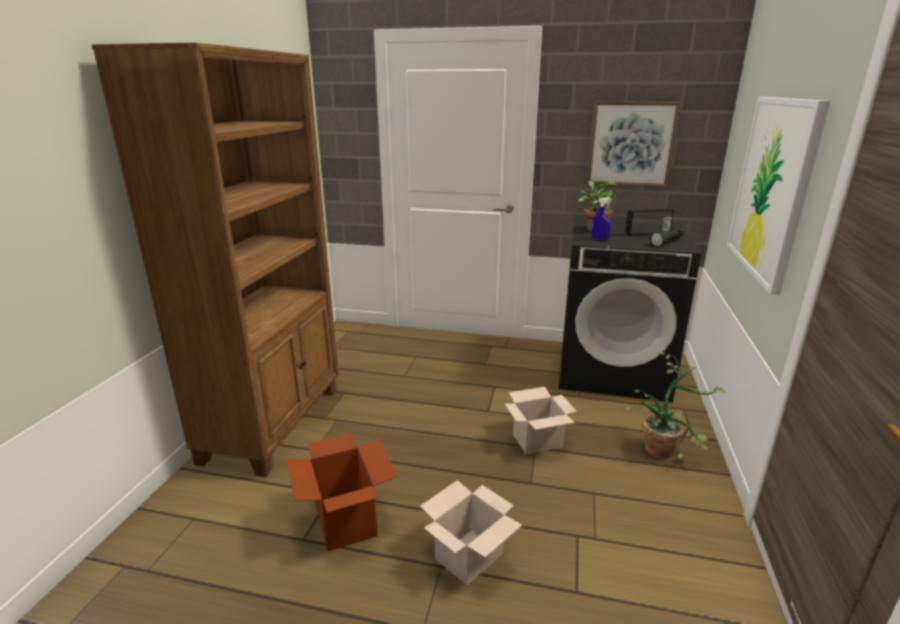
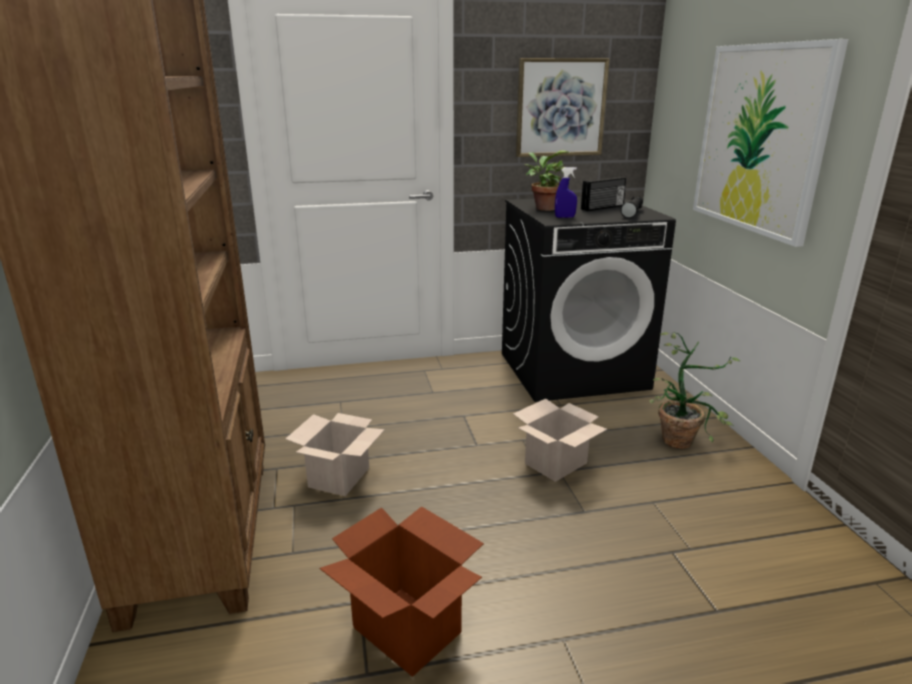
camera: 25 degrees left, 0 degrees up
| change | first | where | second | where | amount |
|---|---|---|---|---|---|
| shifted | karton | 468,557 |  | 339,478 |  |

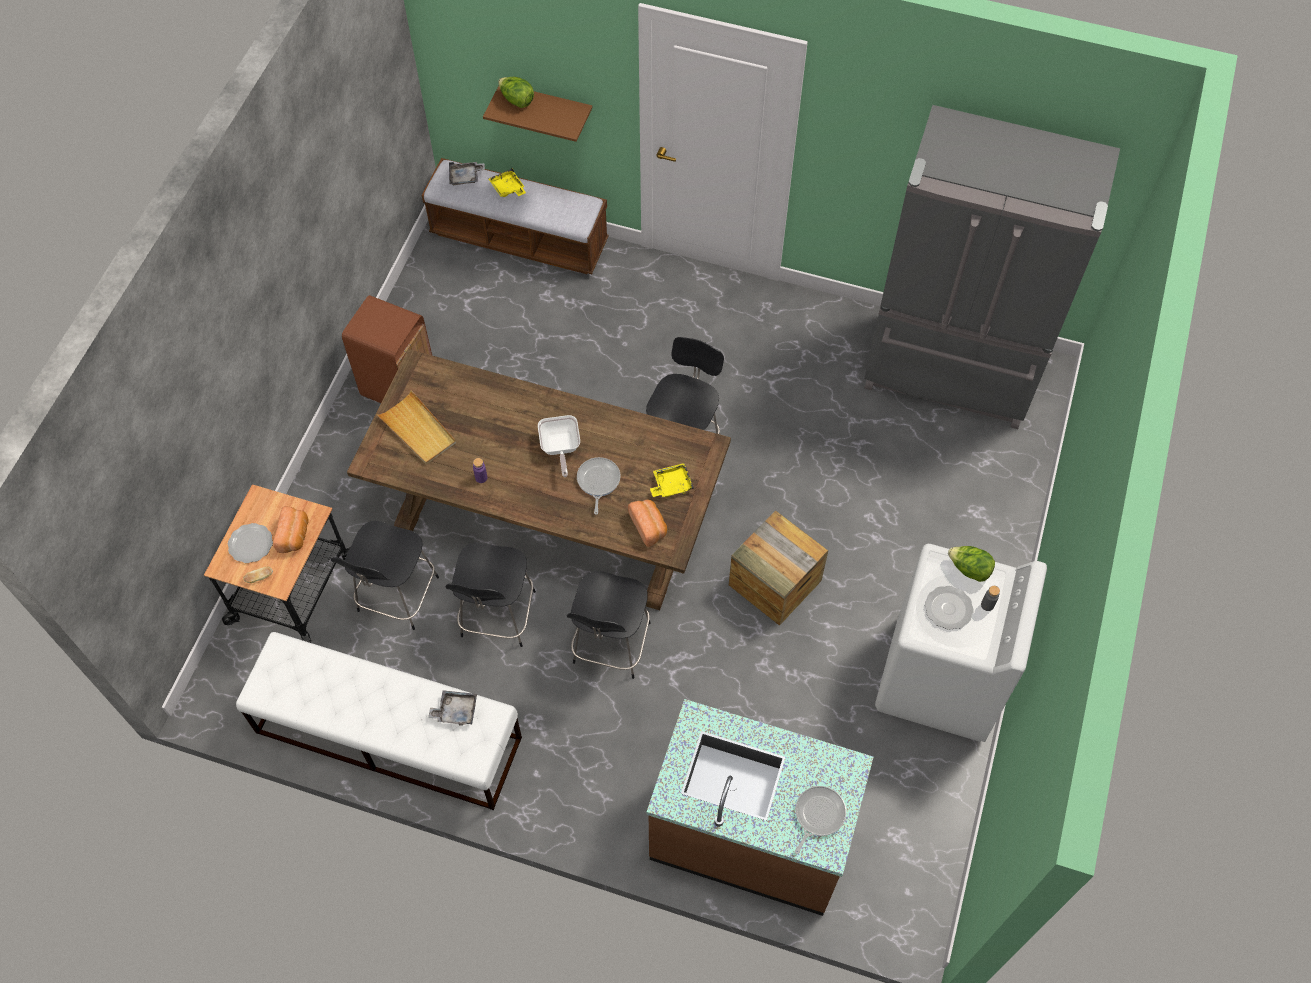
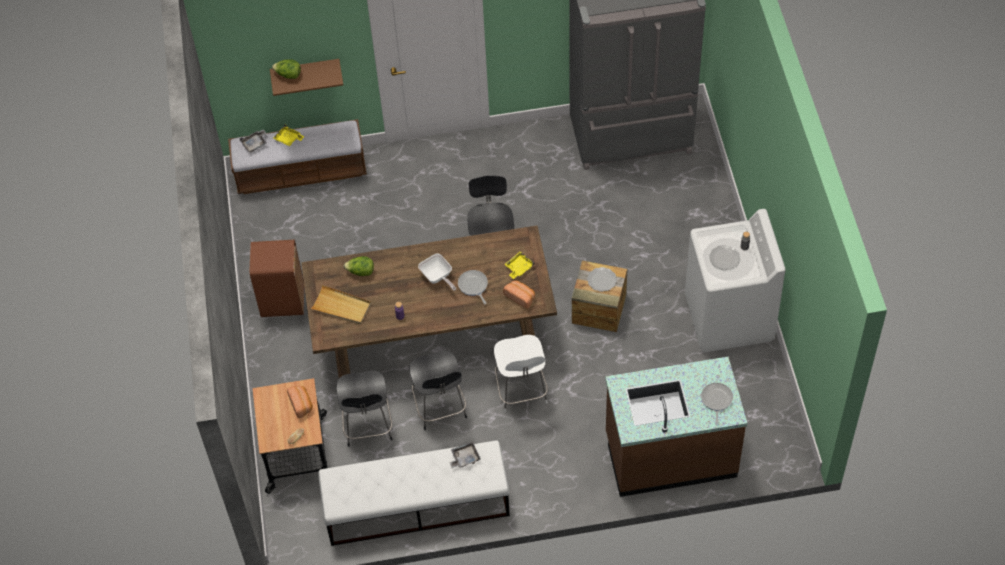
camera: 25 degrees left, 5 degrees down
| change | first | where | second | where | amount |
|---|---|---|---|---|---|
| shifted | talerz | 250,543 |  | 601,280 |  |
| repainted | krzesło [czarny] | 610,645 | krzesło [biały] | 521,391 |  |
| shifted | sałata | 969,569 |  | 360,272 |  |

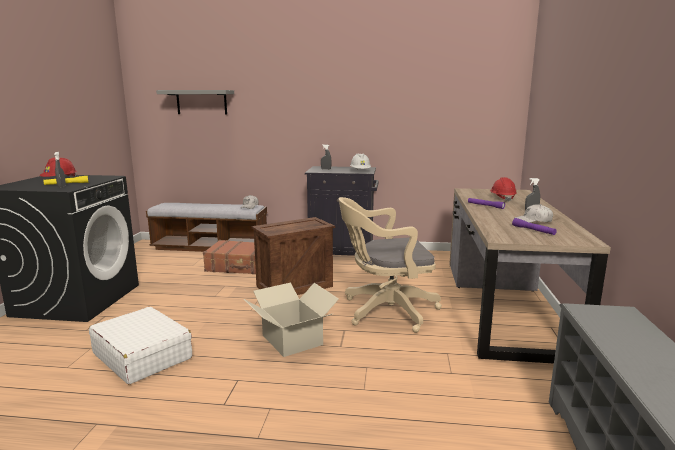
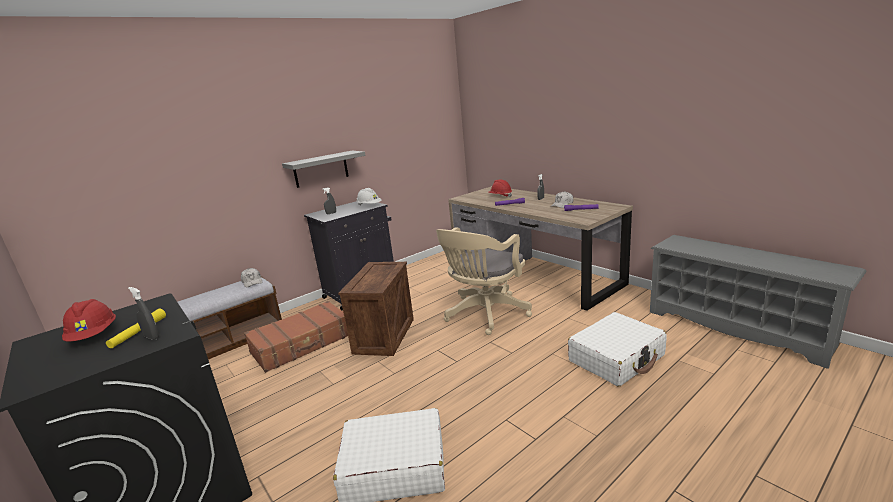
camera: 45 degrees left, 5 degrees up
| change | first | where | second | where | amount |
|---|---|---|---|---|---|
| shifted | półka [szary] | 201,102 |  | 321,169 |  |
| gone | karton | 292,339 |  |  |  |
| new |  |  | walizka [biały] | 616,358 |  |

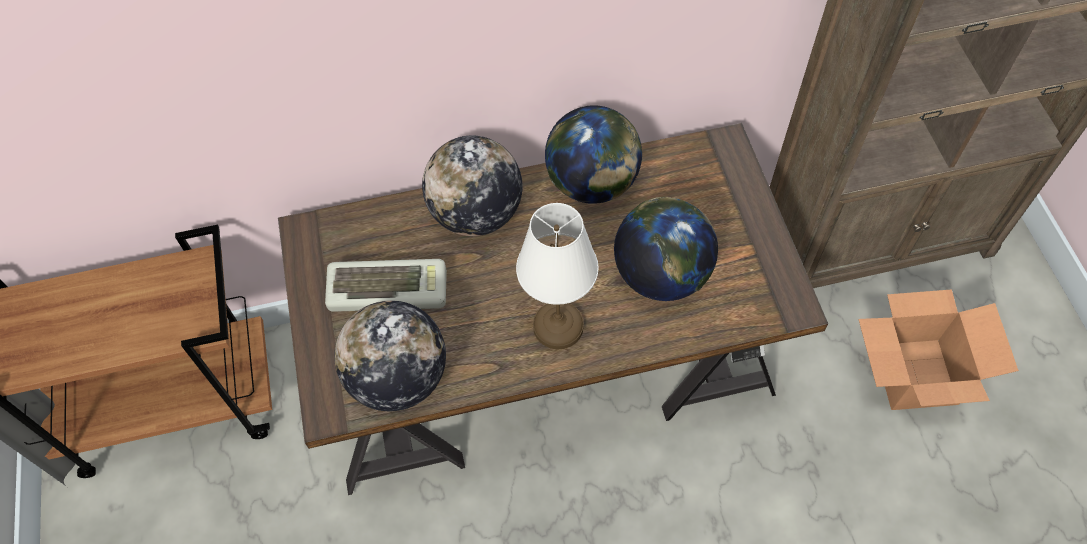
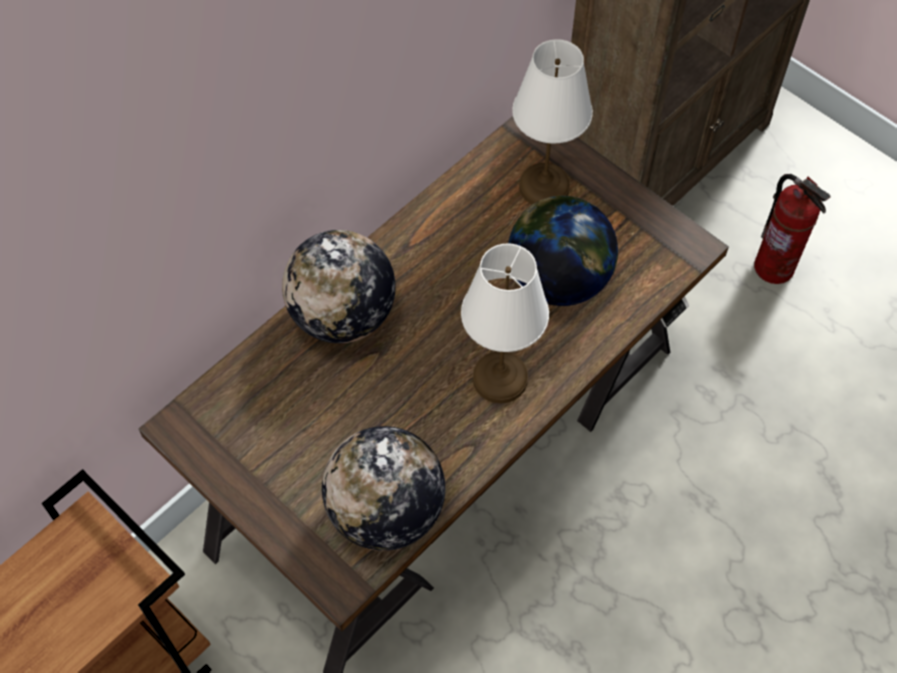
camera: 35 degrees left, 0 degrees up
| change | first | where | second | where | amount |
|---|---|---|---|---|---|
| gone | klawiatura | 389,288 |  |  |  |
| gone | globus | 592,183 |  |  |  |
| swapped | karton | 916,376 | gaśnica | 775,267 |  |
| new |  |  | lampa stołowa [biały] | 545,187 |  |

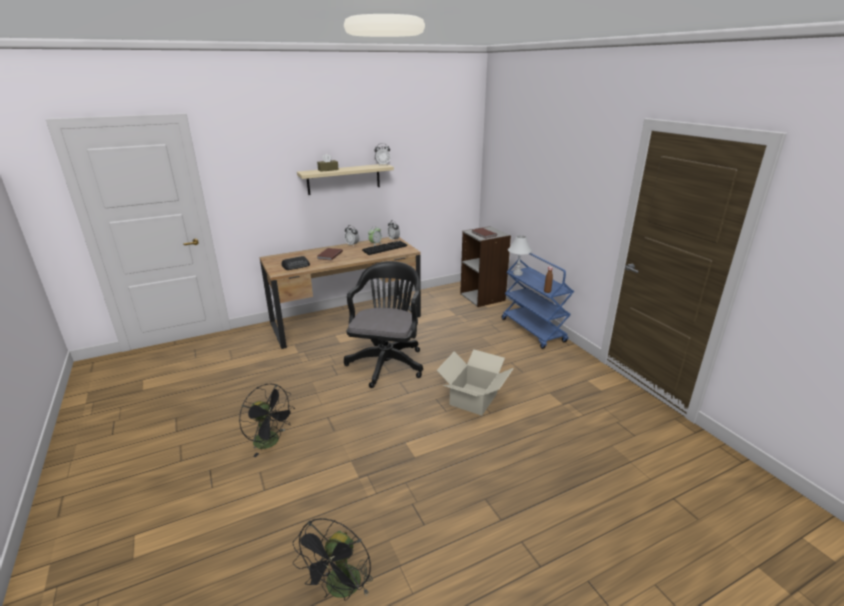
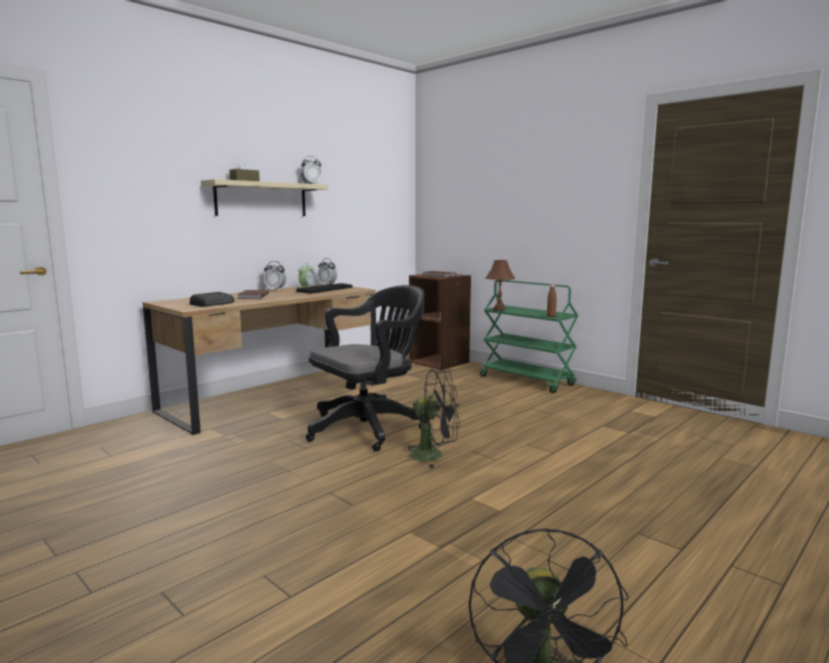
camera: 20 degrees left, 15 degrees down
| change | first | where | second | where | amount |
|---|---|---|---|---|---|
| shifted | wentylator [czarny] | 271,442 |  | 434,455 |  |
| rotated | krzesło biurowe [czarny] | 387,362 |  | 370,427 | 60 degrees clockwise |
| gone | karton | 474,399 |  |  |  |
| repainted | regał [szary] | 483,297 | regał [brązowy] | 439,362 |  |
| repainted | wózek [niebieski] | 533,330 | wózek [zielony] | 527,381 |  |
| repainted | lampa stołowa [biały] | 517,273 | lampa stołowa [brązowy] | 499,309 |  |

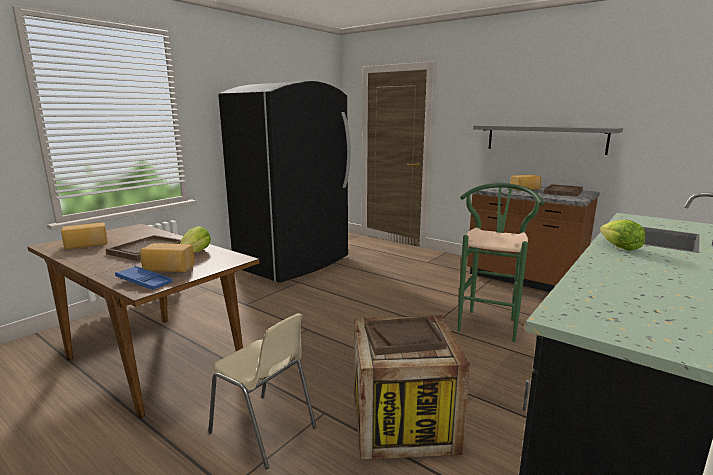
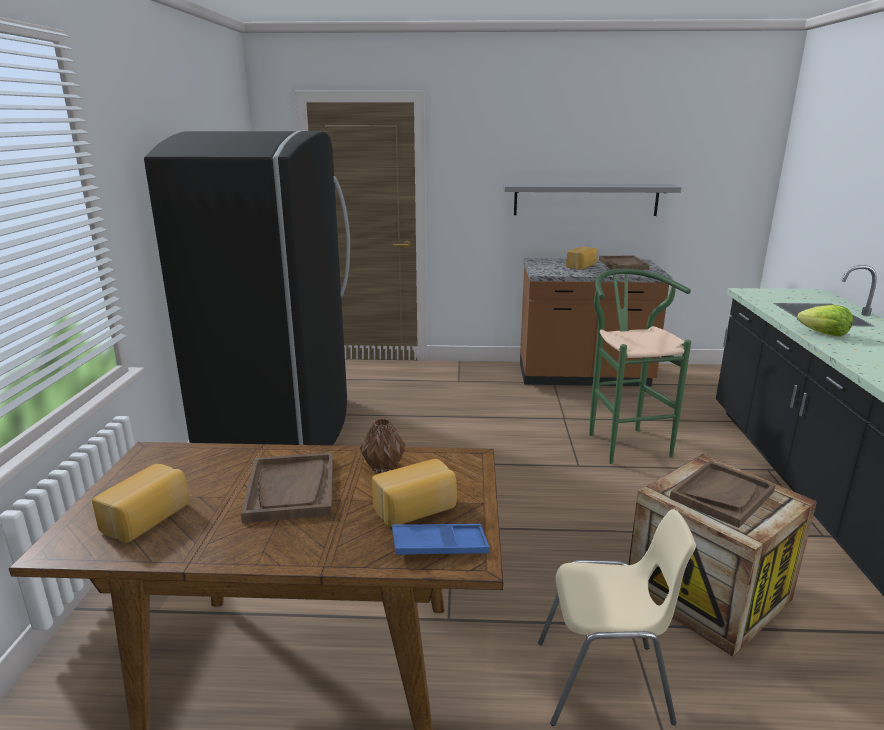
camera: 35 degrees left, 5 degrees up
| change | first | where | second | where | amount |
|---|---|---|---|---|---|
| swapped | sałata | 196,252 | wazon [brązowy] | 384,467 |  |

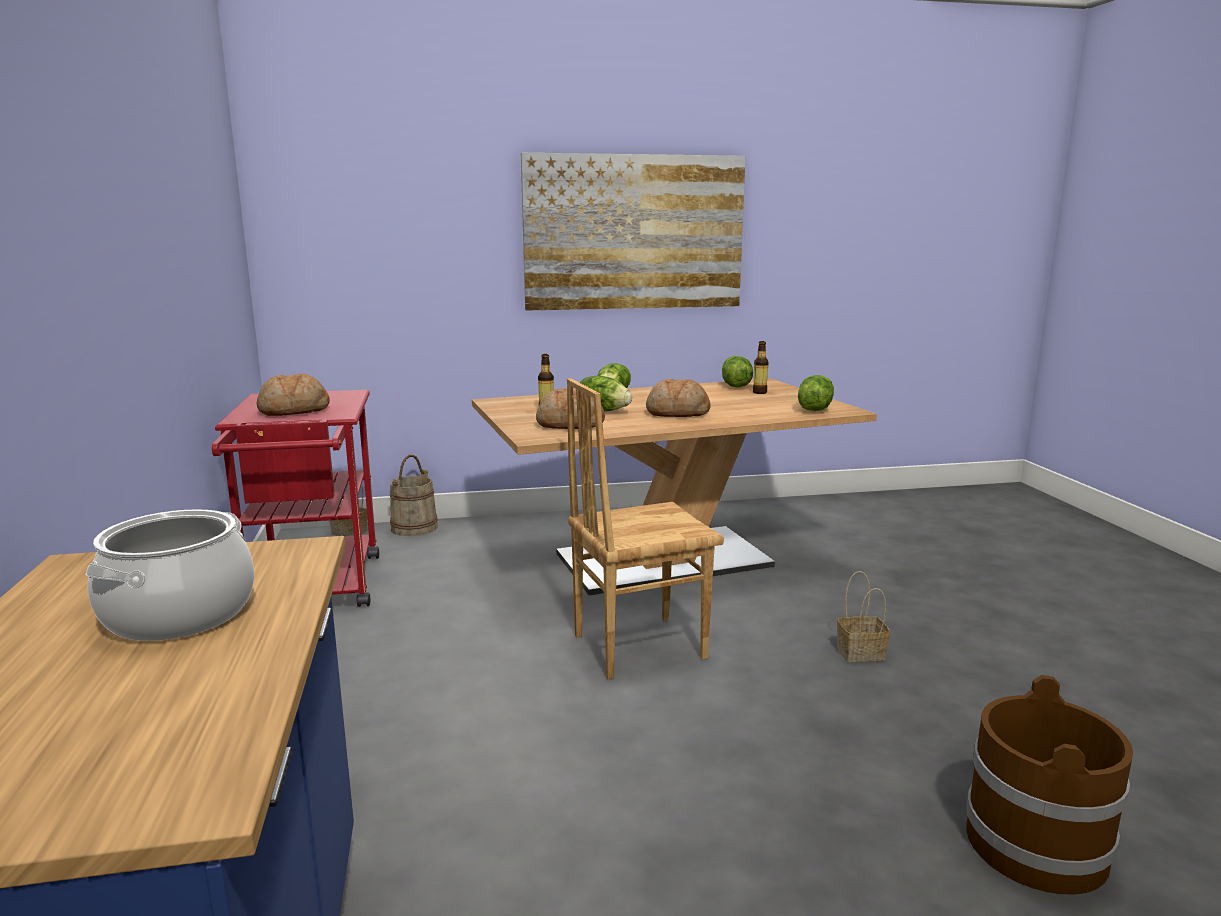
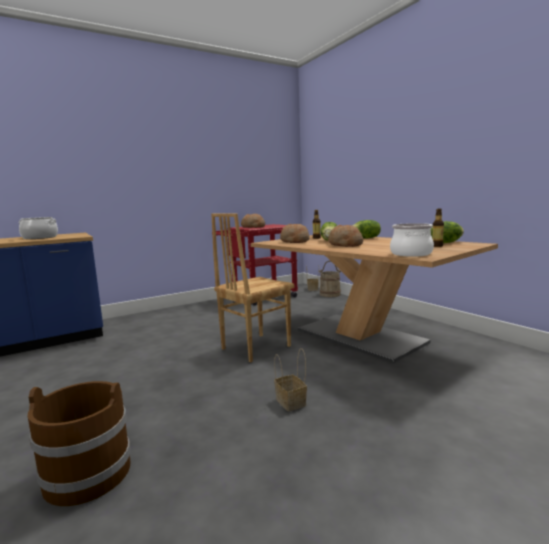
camera: 70 degrees right, 5 degrees down
| change | first | where | second | where | amount |
|---|---|---|---|---|---|
| gone | obraz | 634,233 |  |  |  |
| rotated | krzesło [brązowy] | 637,646 |  | 255,347 | 90 degrees counterclockwise |
| swapped | sałata | 814,409 | garnek | 410,254 |  |

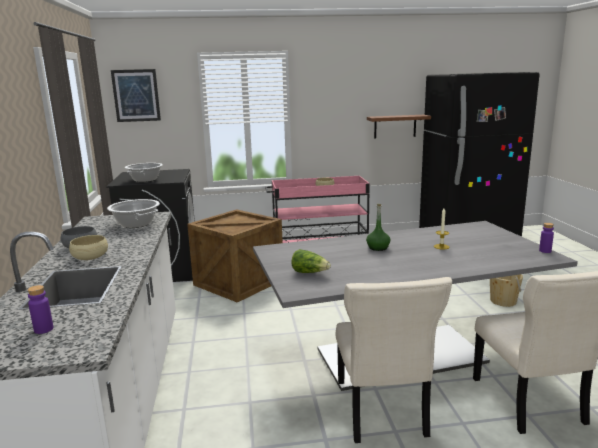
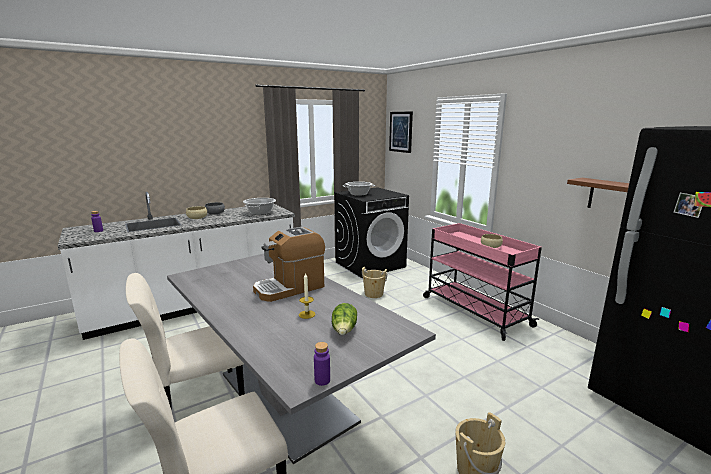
camera: 65 degrees right, 0 degrees up
| change | first | where | second | where | amount |
|---|---|---|---|---|---|
| swapped | skrzynka | 240,282 | wiadro [beżowy] | 373,294 |  |
| shifted | sałata | 310,272 |  | 344,330 |  |
| swapped | butelka [zielony] | 378,248 | ekspres do kawy | 289,288 |  |

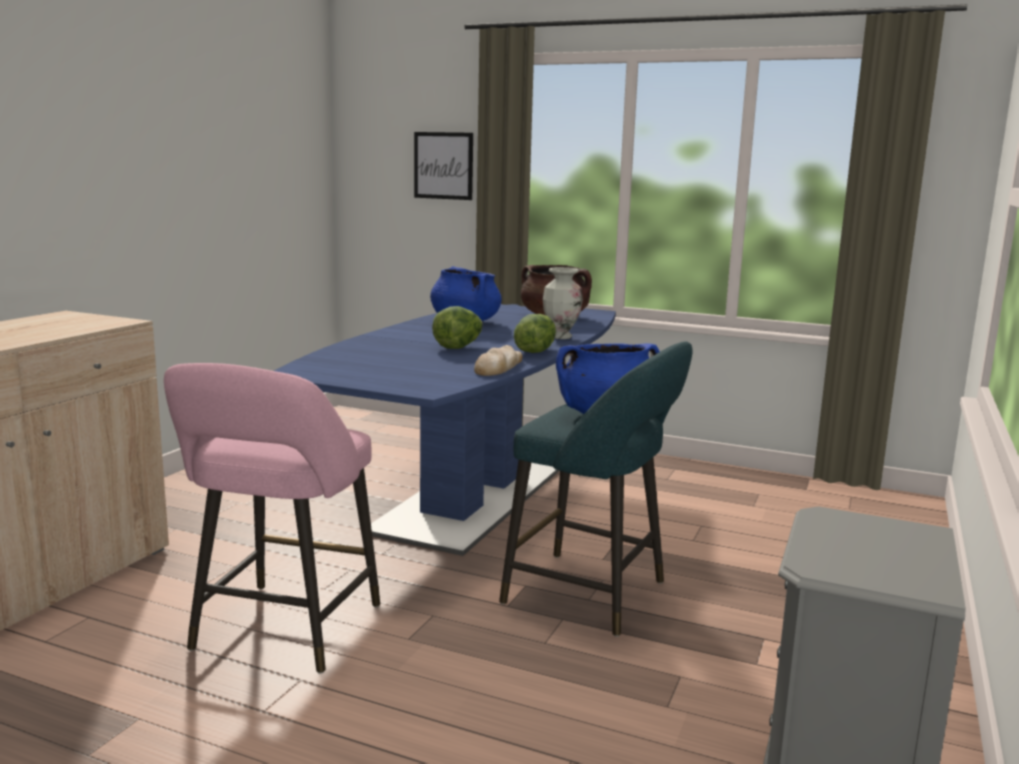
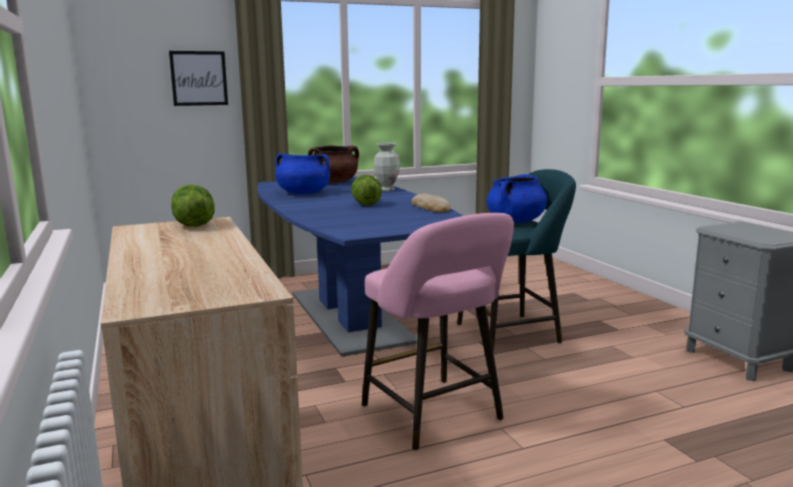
camera: 45 degrees left, 0 degrees up
| change | first | where | second | where | amount |
|---|---|---|---|---|---|
| shifted | sałata | 534,351 |  | 192,225 |  |

